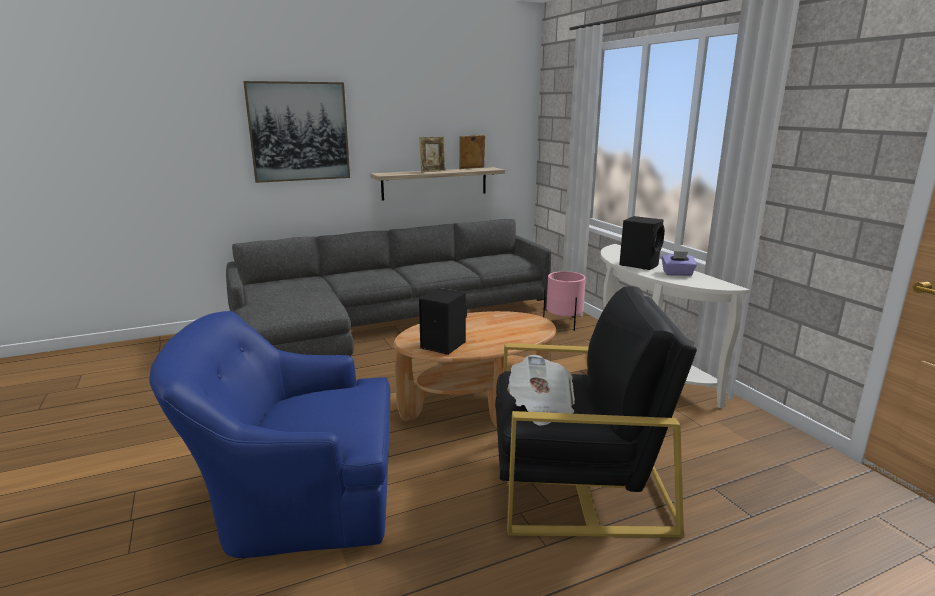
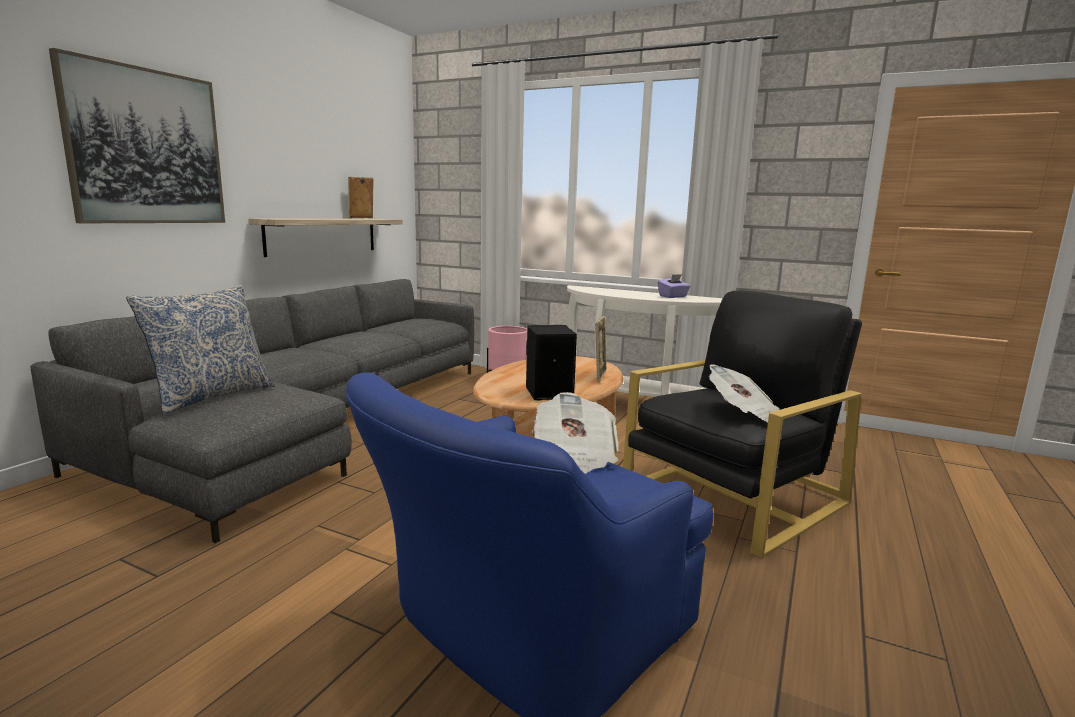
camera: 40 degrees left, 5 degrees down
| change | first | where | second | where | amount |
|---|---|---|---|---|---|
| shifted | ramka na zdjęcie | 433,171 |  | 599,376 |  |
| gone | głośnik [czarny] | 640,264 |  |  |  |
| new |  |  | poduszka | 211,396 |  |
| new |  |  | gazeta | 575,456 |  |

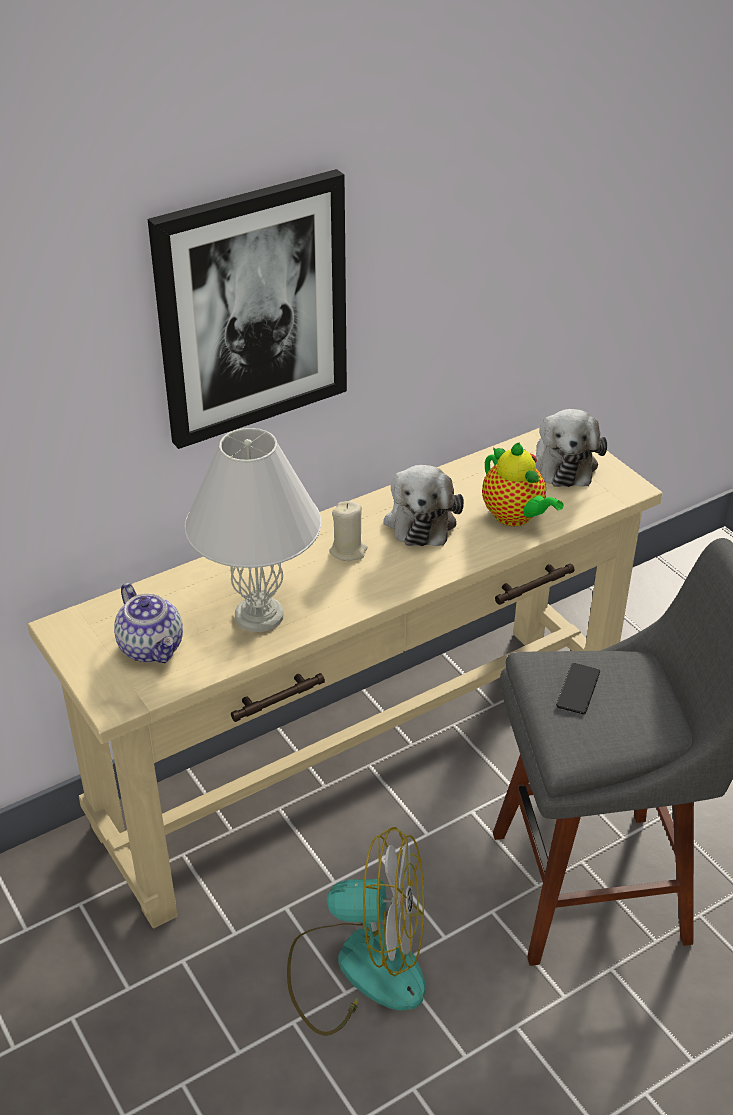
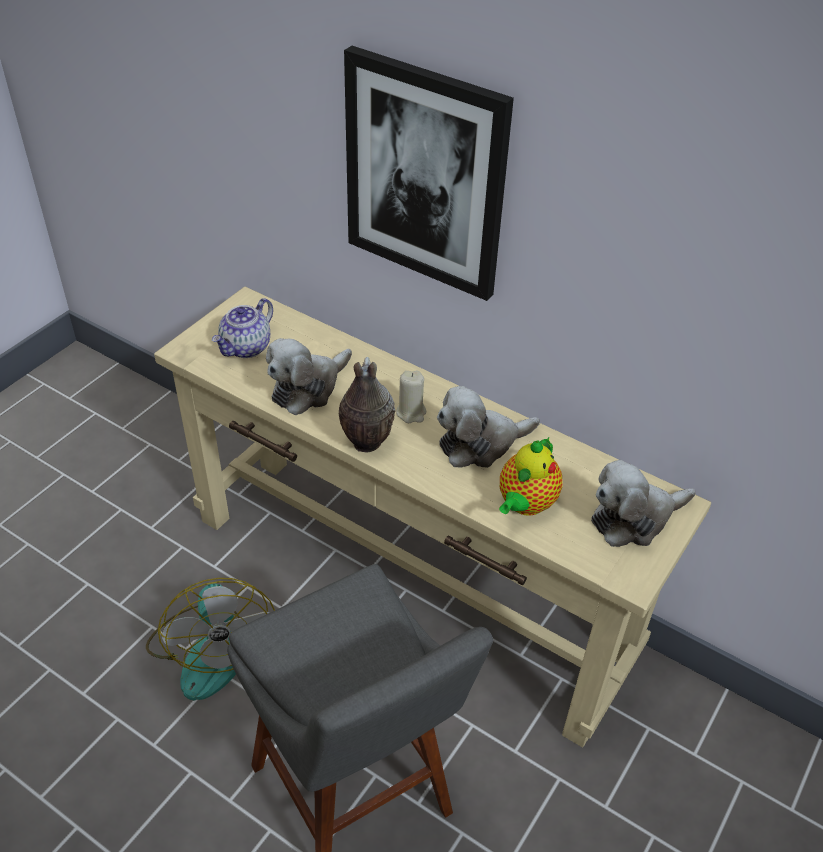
camera: 65 degrees right, 5 degrees up
| change | first | where | second | where | amount |
|---|---|---|---|---|---|
| swapped | lampa stołowa [biały] | 259,614 | pluszak | 308,388 |  |
| gone | telefon | 578,689 |  |  |  |
| new |  |  | wazon | 365,443 |  |

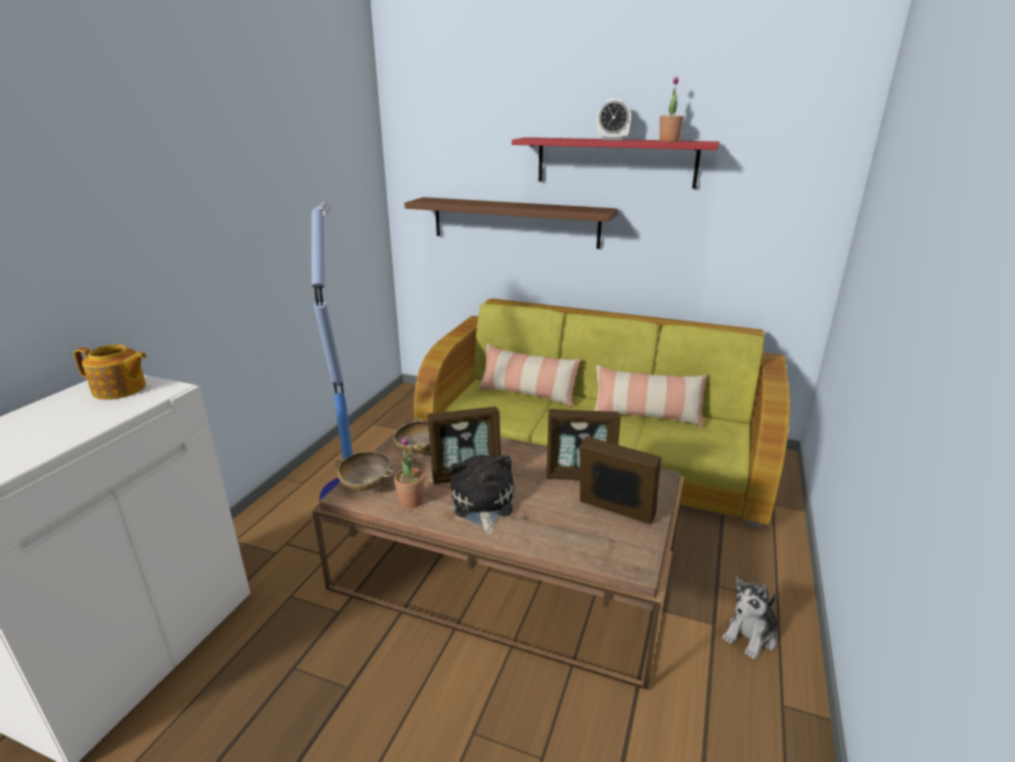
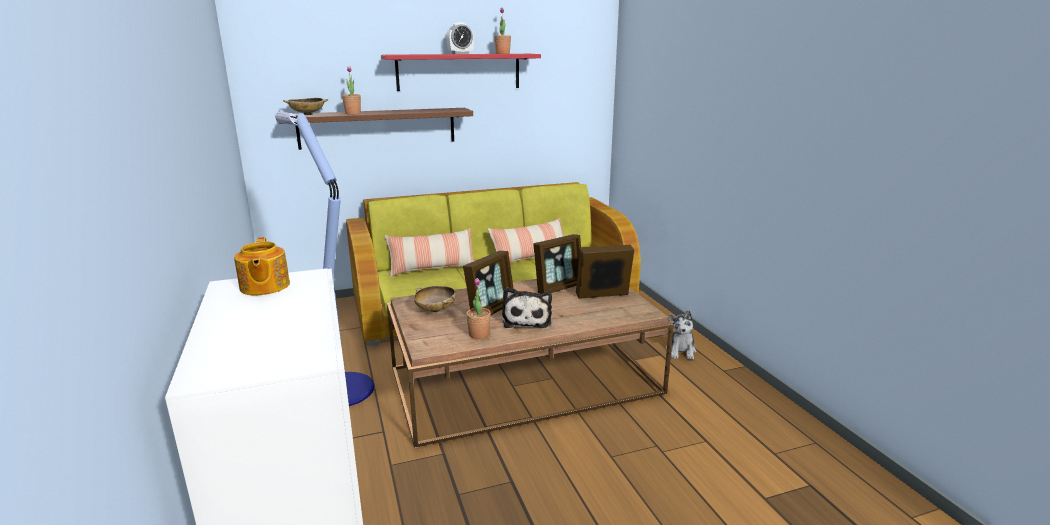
camera: 40 degrees left, 5 degrees down
| change | first | where | second | where | amount |
|---|---|---|---|---|---|
| rotated | imbryk | 120,389 |  | 264,287 | 105 degrees clockwise |
| shifted | miska [beżowy] | 367,485 |  | 307,114 |  |
| rotated | pluszak | 482,504 |  | 527,319 | 135 degrees counterclockwise |
| new |  |  | roślina doniczkowa | 353,113 |  |

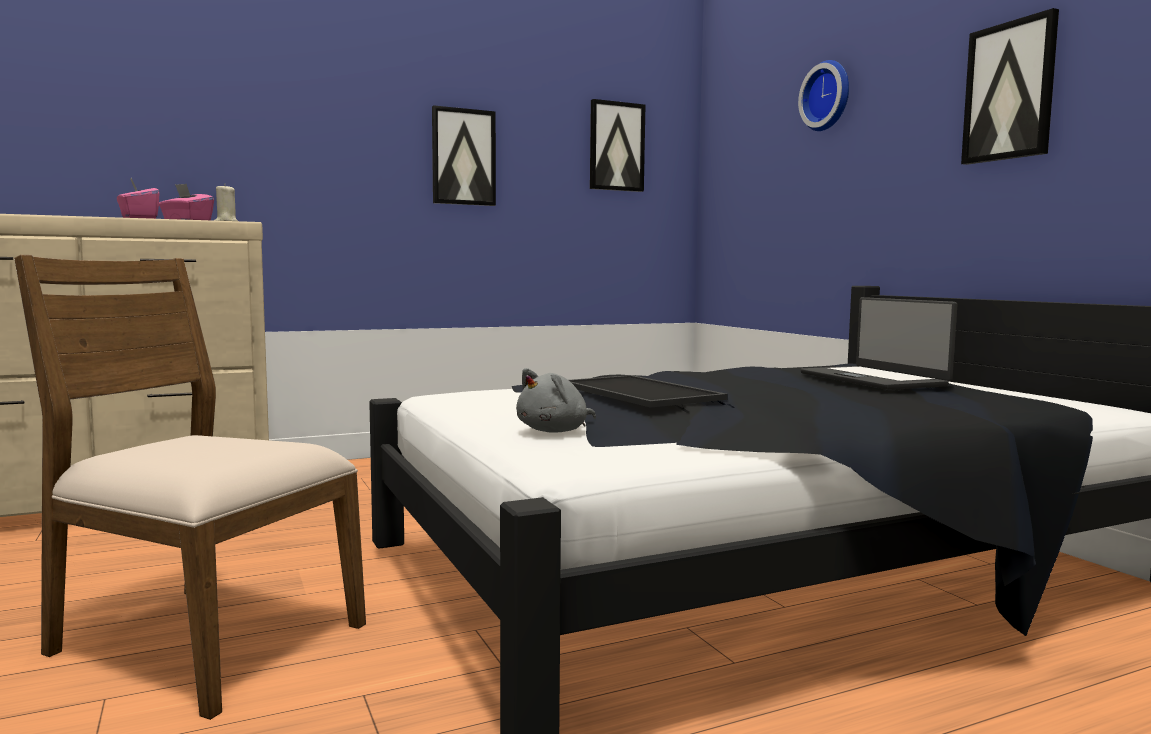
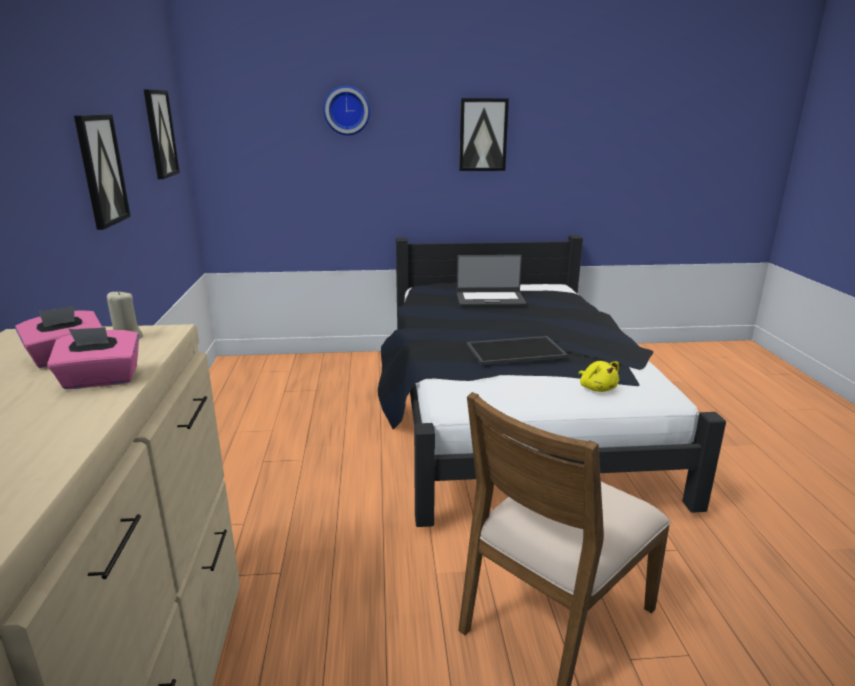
camera: 70 degrees left, 15 degrees up
| change | first | where | second | where | amount |
|---|---|---|---|---|---|
| repainted | pluszak [szary] | 556,431 | pluszak [żółty] | 597,388 |  |

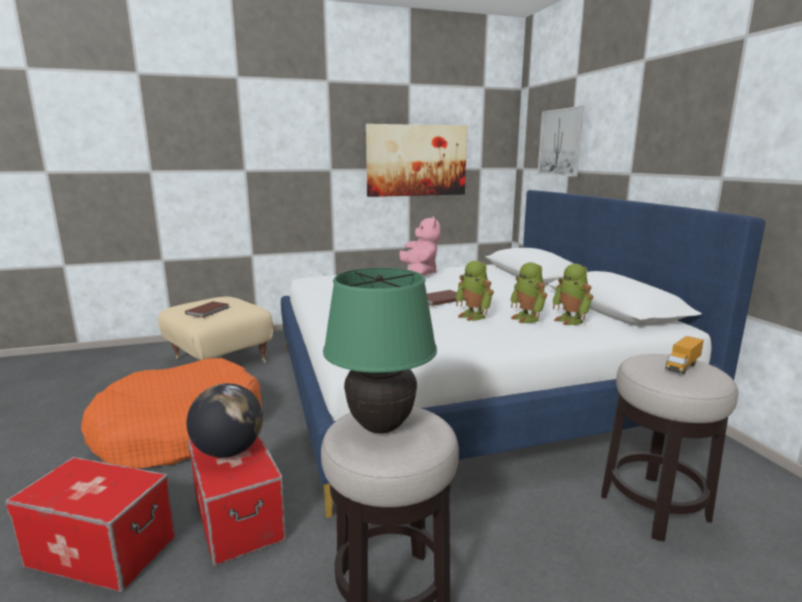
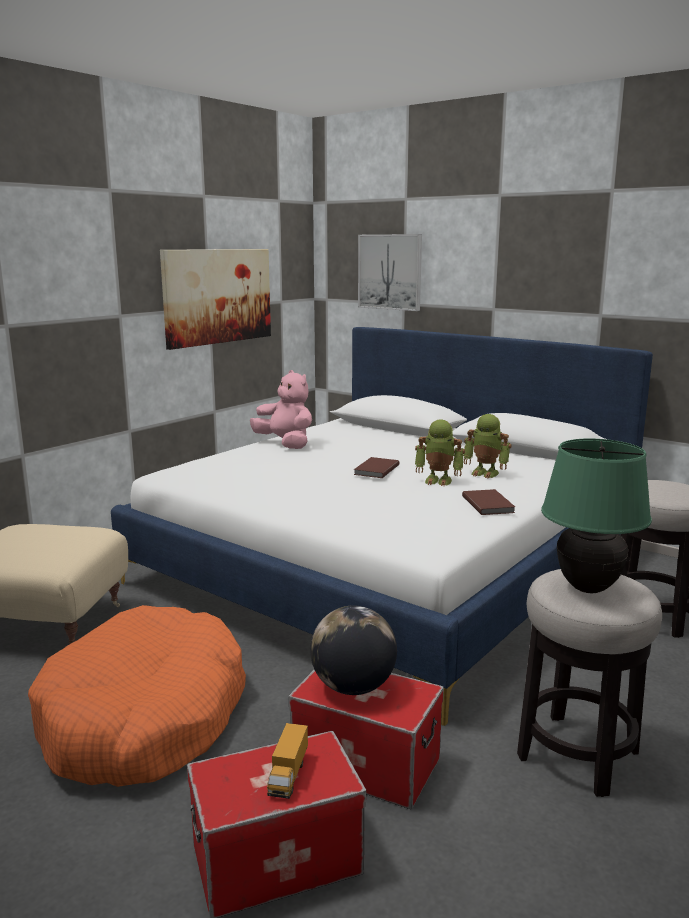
camera: 35 degrees left, 0 degrees up
| change | first | where | second | where | amount |
|---|---|---|---|---|---|
| shifted | książka [brązowy] | 209,311 |  | 489,504 |  |
| gone | robot zabawkowy | 570,320 |  |  |  |
| shifted | ciężarówka zabawkowa | 682,366 |  | 288,775 |  |

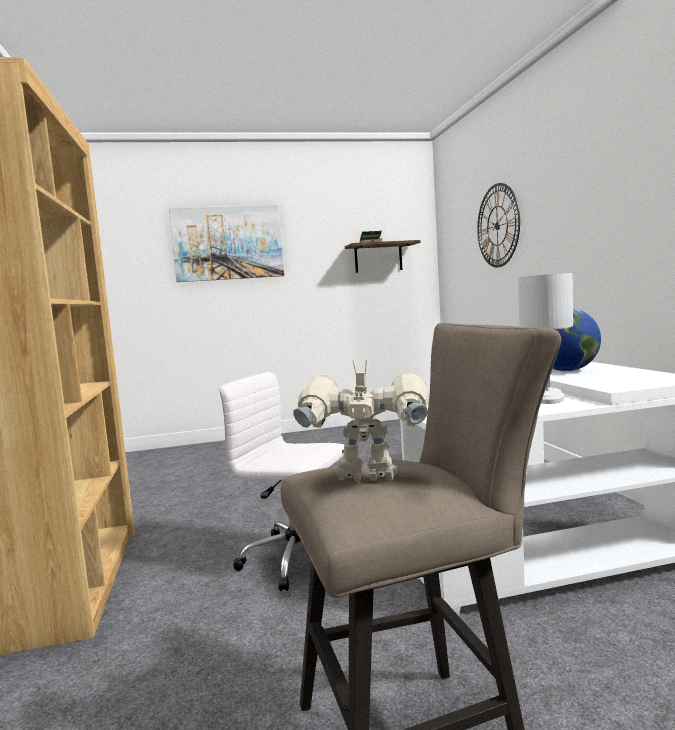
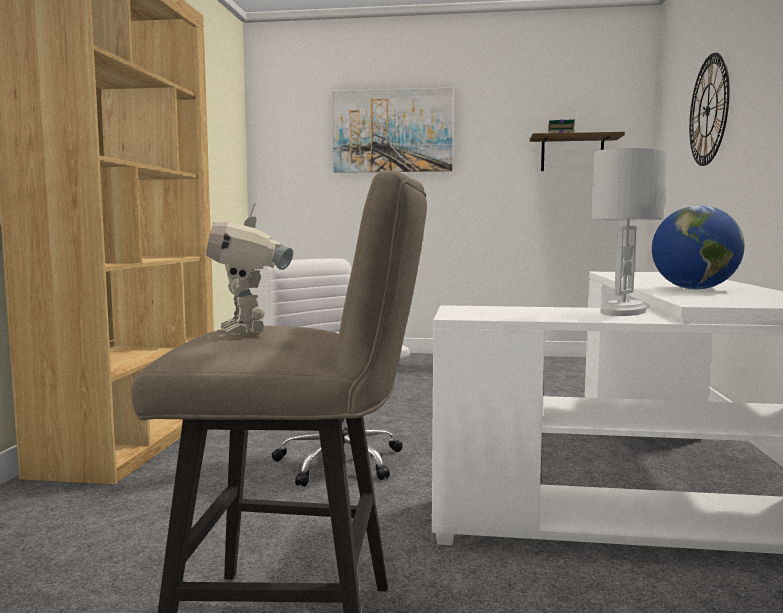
camera: 20 degrees right, 0 degrees up
| change | first | where | second | where | amount |
|---|---|---|---|---|---|
| rotated | robot zabawkowy | 367,479 |  | 247,331 | 135 degrees counterclockwise |

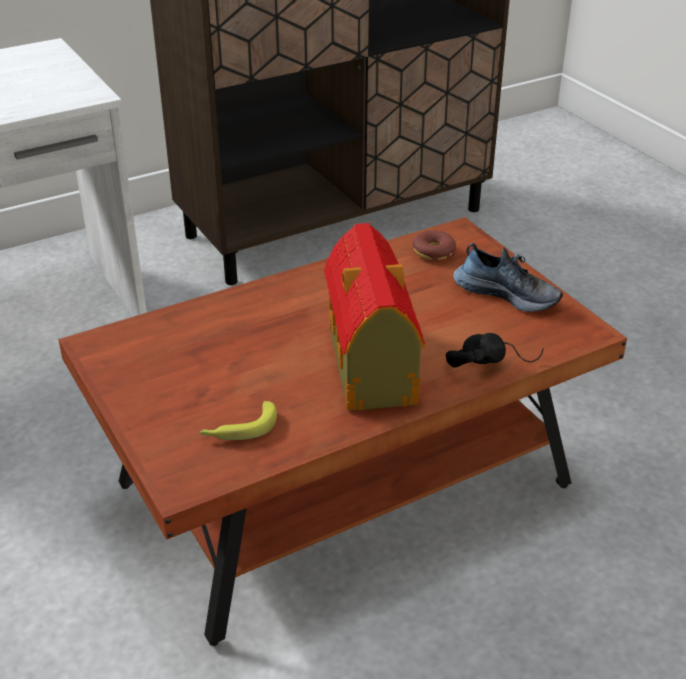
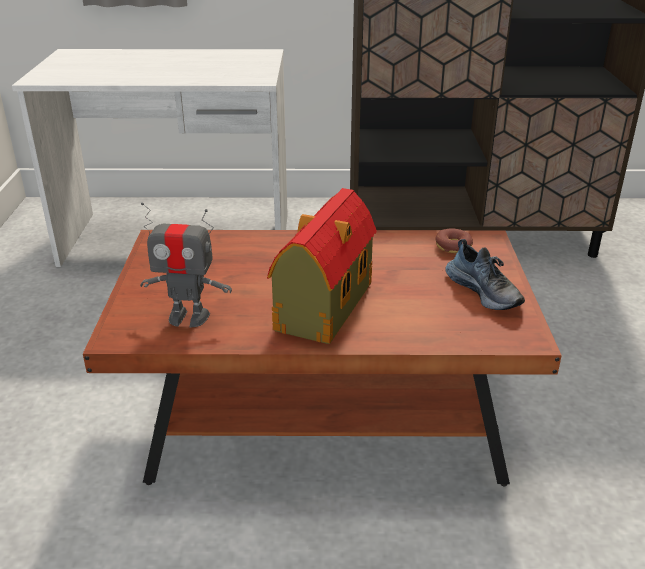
camera: 30 degrees right, 5 degrees down
| change | first | where | second | where | amount |
|---|---|---|---|---|---|
| swapped | banan | 239,429 | robot zabawkowy | 188,317 |  |
| gone | słuchawki [czarny] | 490,362 |  |  |  |

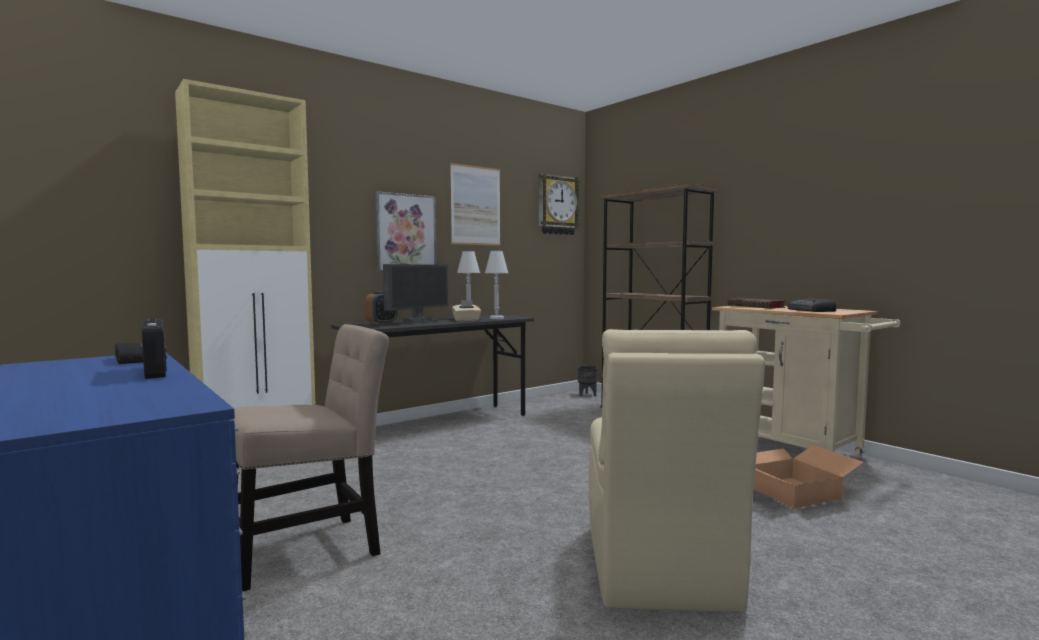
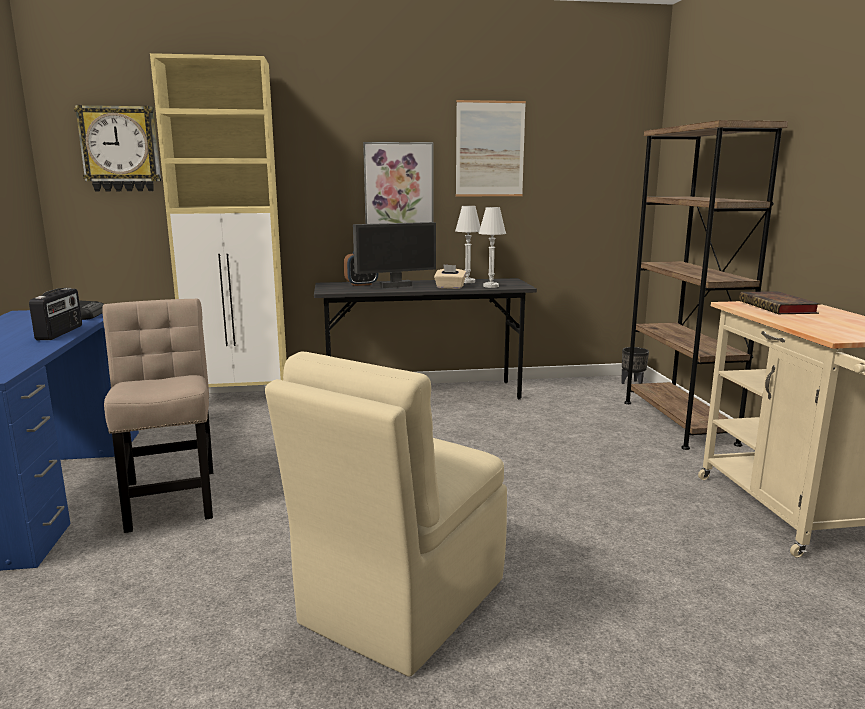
camera: 30 degrees right, 10 degrees up
| change | first | where | second | where | amount |
|---|---|---|---|---|---|
| rotated | krzesło [beżowy] | 311,549 |  | 171,496 | 105 degrees counterclockwise |
| shifted | zegar ścienny | 557,205 |  | 120,149 |  |
| gone | karton | 793,492 |  |  |  |
| gone | radio | 811,310 |  |  |  |

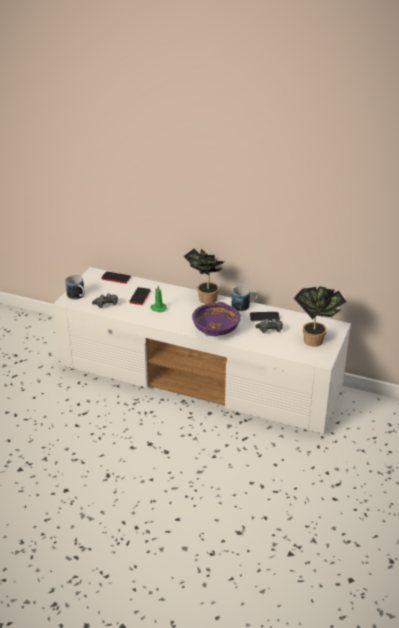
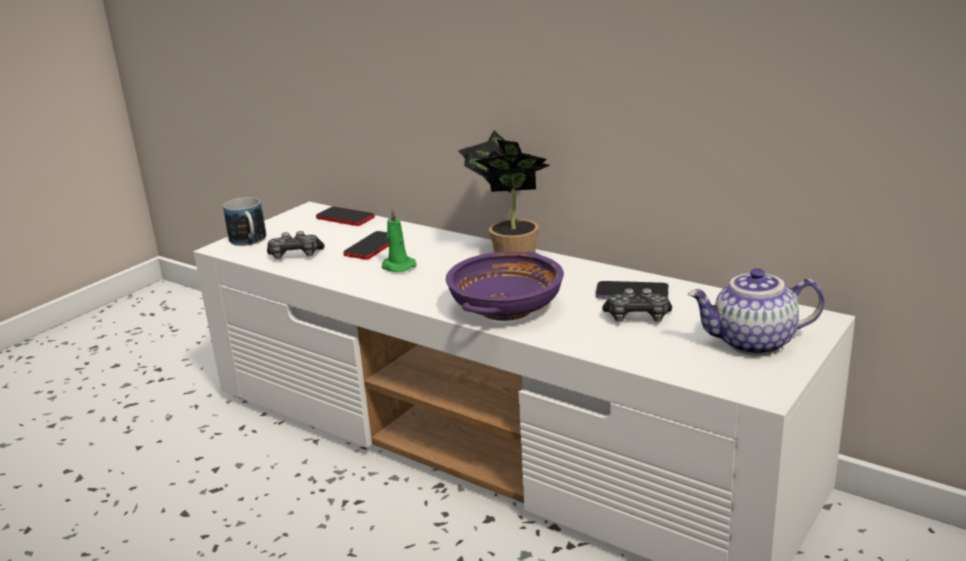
camera: 15 degrees right, 10 degrees down
| change | first | where | second | where | amount |
|---|---|---|---|---|---|
| gone | kubek | 244,306 |  |  |  |
| swapped | roślina doniczkowa | 316,339 | imbryk | 753,343 |  |

